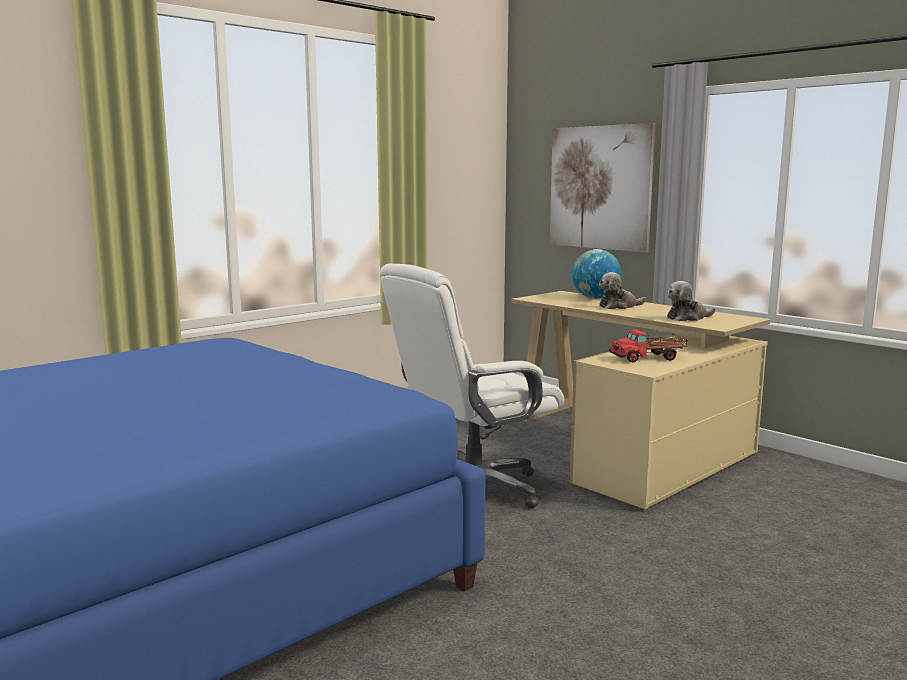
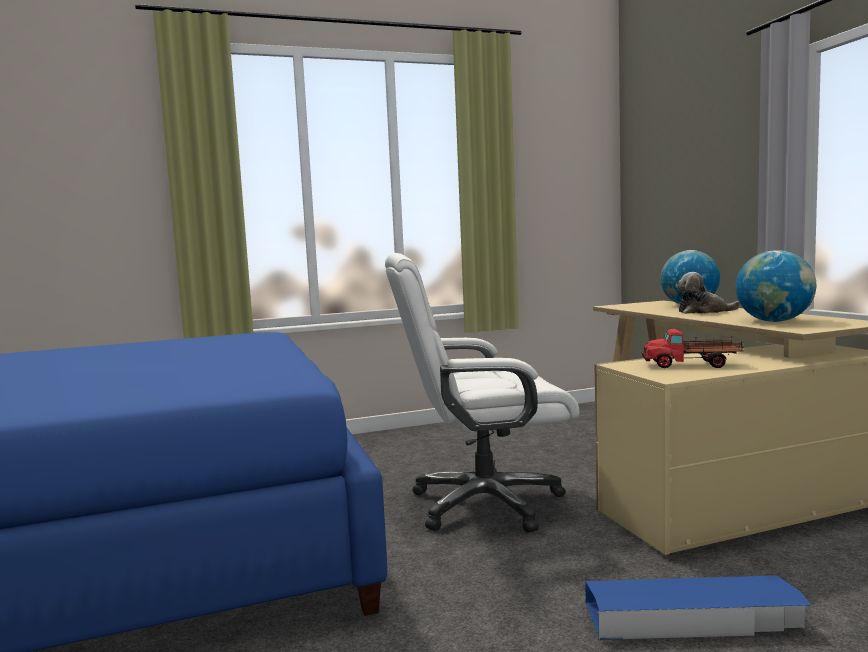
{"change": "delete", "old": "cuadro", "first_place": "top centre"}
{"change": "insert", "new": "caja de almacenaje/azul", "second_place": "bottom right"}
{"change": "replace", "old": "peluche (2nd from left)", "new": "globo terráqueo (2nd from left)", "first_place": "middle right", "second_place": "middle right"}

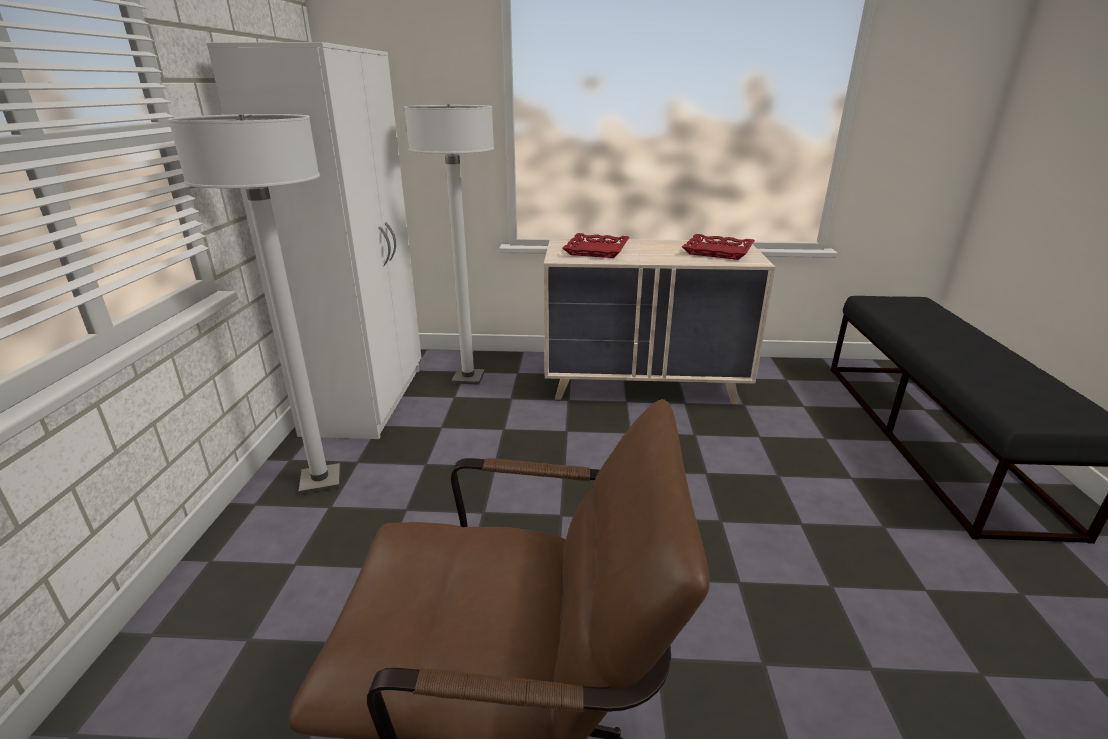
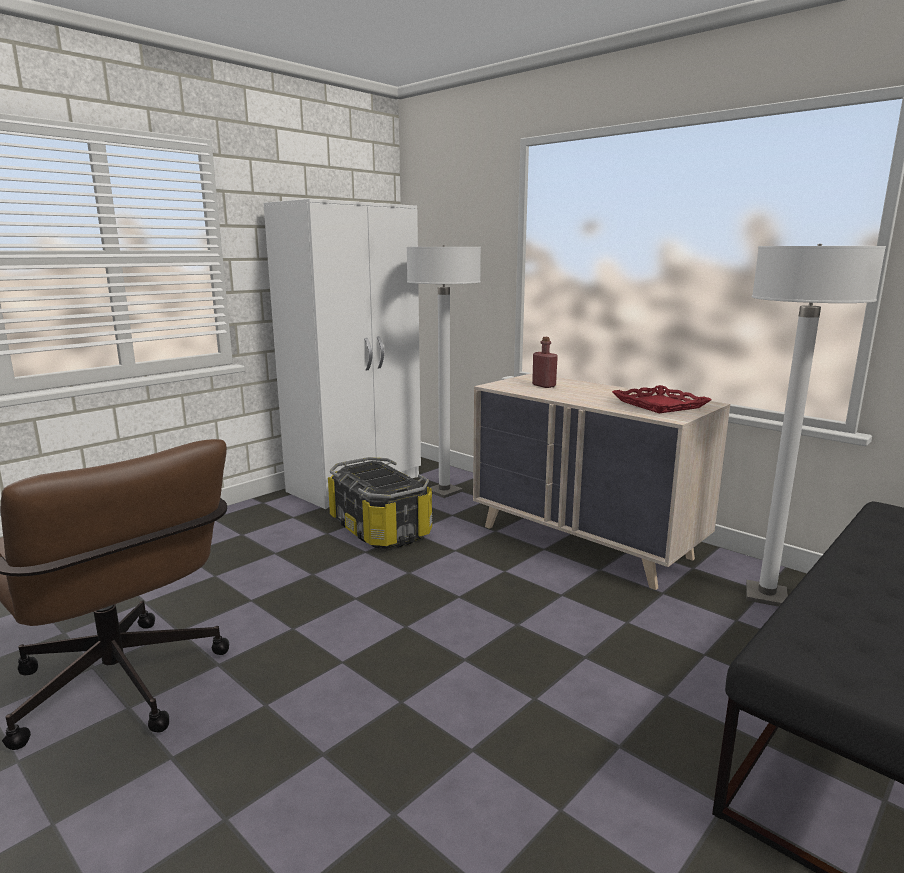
{"change": "insert", "new": "caja de almacenaje", "second_place": "centre"}
{"change": "move", "old": "lámpara de pie/blanco (1st from left in the first image)", "new": "lámpara de pie/blanco (2nd from left)", "first_place": "middle left", "second_place": "middle right"}
{"change": "replace", "old": "bandeja/rojo (1st from left)", "new": "botella/rojo", "first_place": "top centre", "second_place": "centre"}

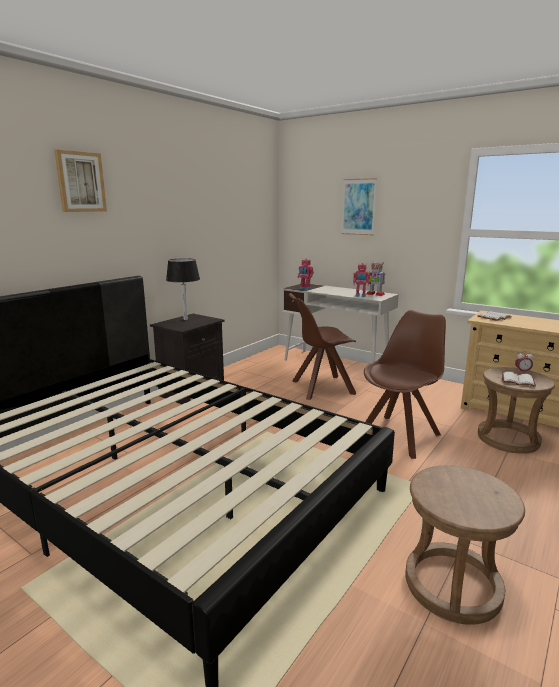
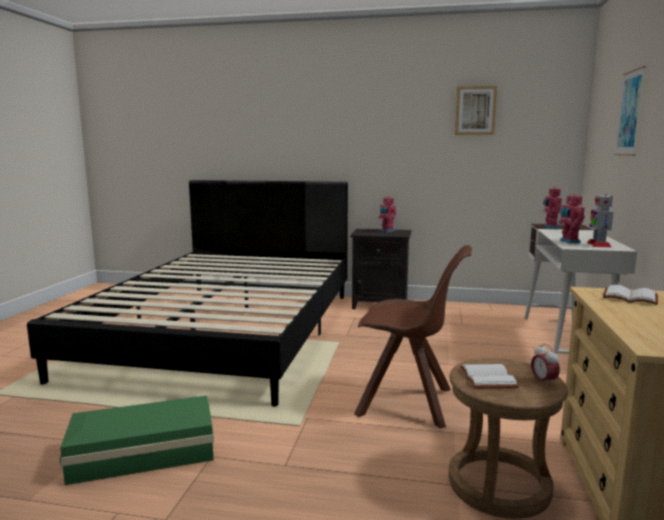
{"change": "delete", "old": "silla/marrón (1st from left)", "first_place": "centre"}
{"change": "move", "old": "cuadro (1st from left)", "first_place": "top left", "second_place": "top right"}
{"change": "replace", "old": "lámpara de mesa/negro", "new": "robot de juguete (1st from left)", "first_place": "middle left", "second_place": "centre"}
{"change": "replace", "old": "taburete/marrón (1st from left)", "new": "caja de almacenaje/verde", "first_place": "bottom right", "second_place": "bottom left"}

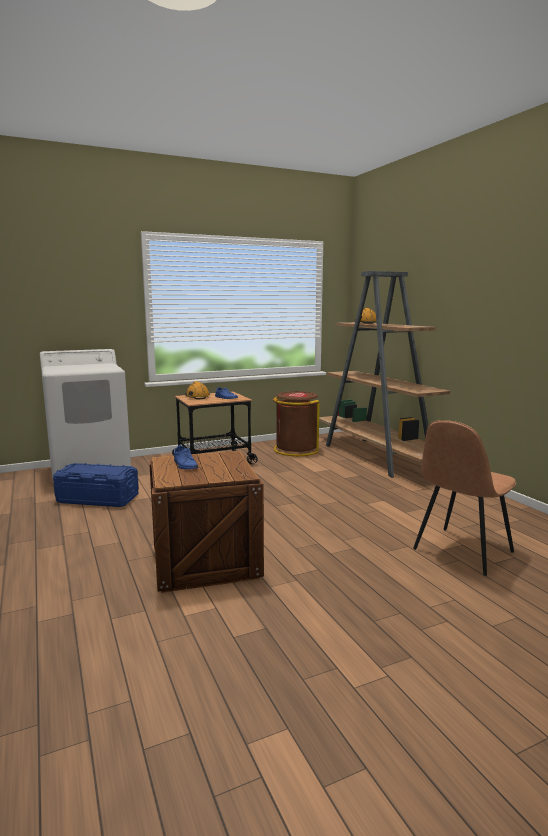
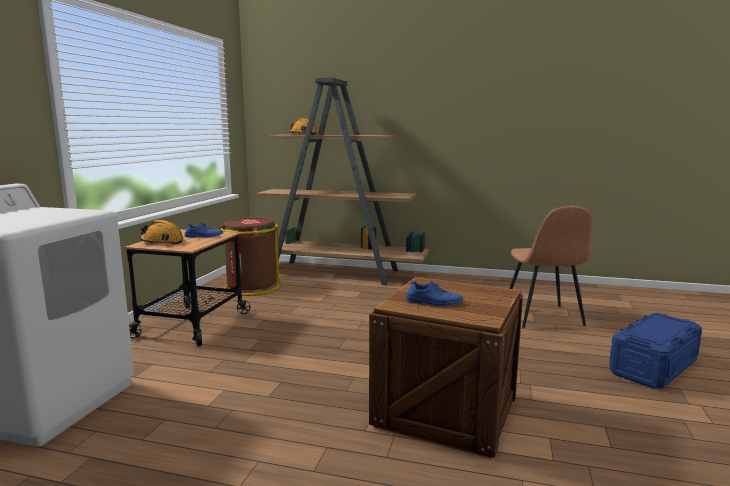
{"change": "move", "old": "caja de almacenaje/azul", "first_place": "middle left", "second_place": "bottom right"}

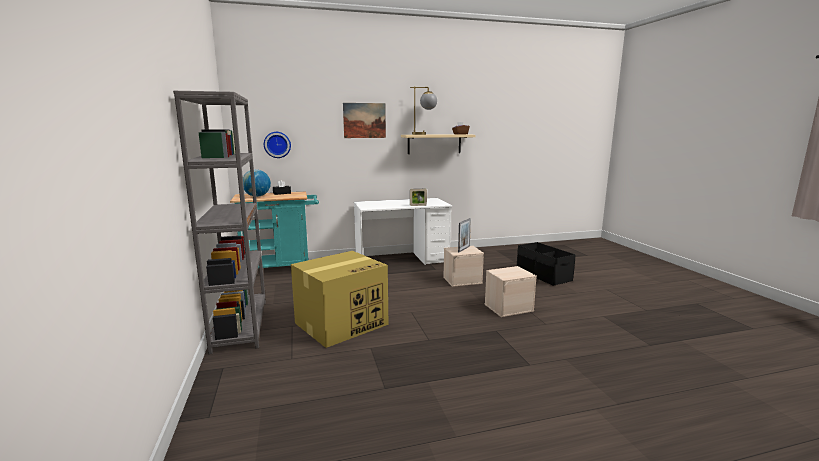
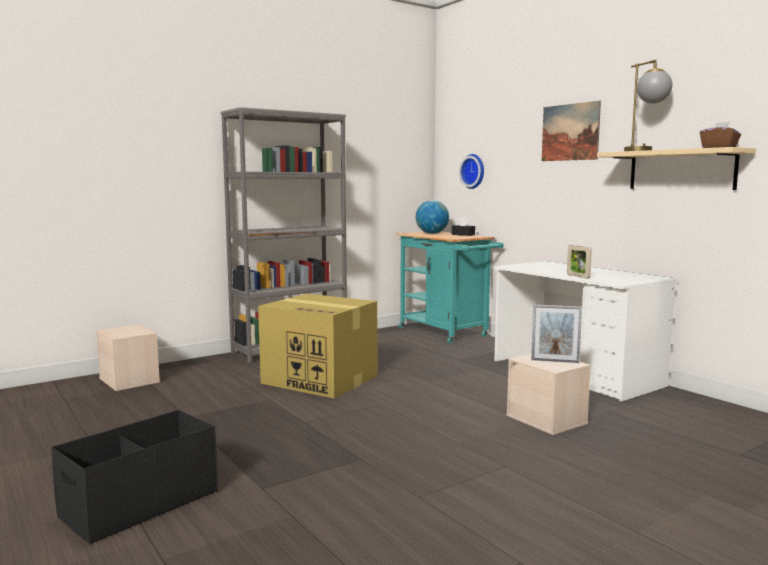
{"change": "move", "old": "caja de almacenaje/beis (2nd from left in the first image)", "new": "caja de almacenaje/beis (1st from left)", "first_place": "centre", "second_place": "middle left"}
{"change": "move", "old": "caja de almacenaje/negro", "first_place": "middle right", "second_place": "bottom left"}

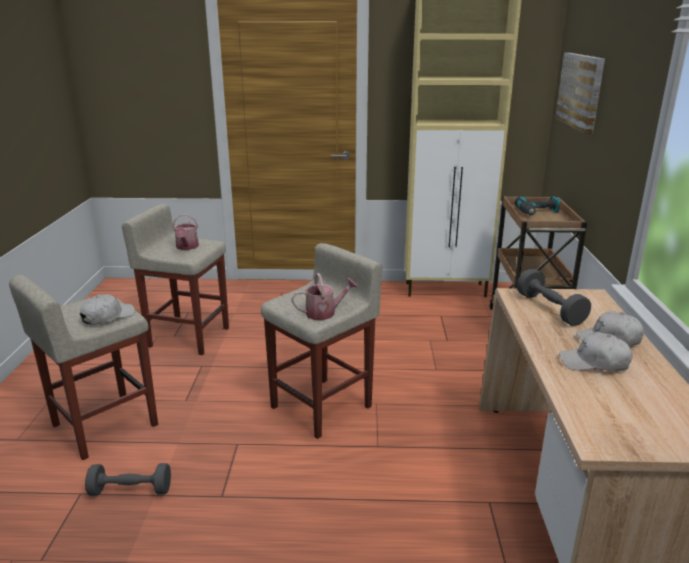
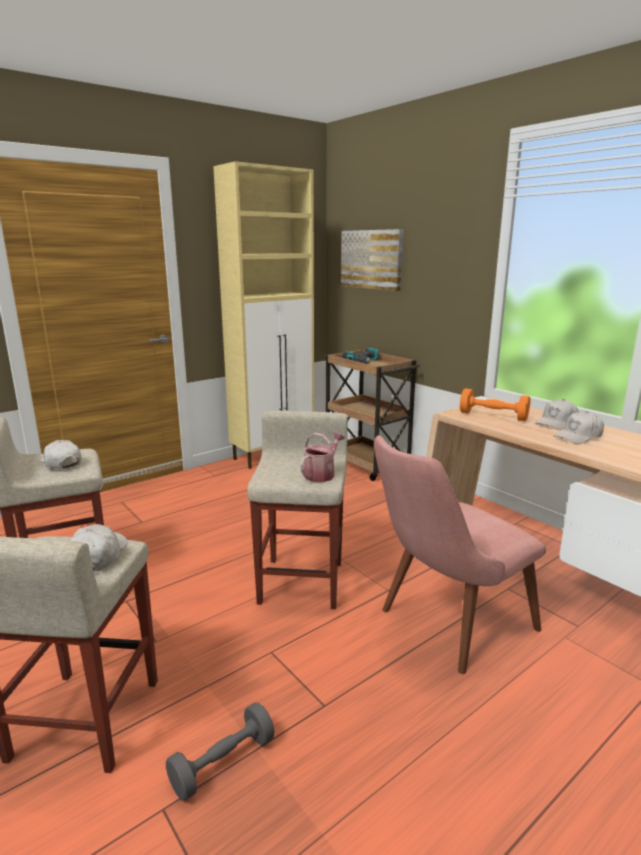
{"change": "insert", "new": "silla/rosa", "second_place": "middle right"}
{"change": "replace", "old": "regadera (1st from left)", "new": "gorra/blanco (1st from left)", "first_place": "middle left", "second_place": "middle left"}
{"change": "recolor", "old": "mancuerna/gris (2nd from left)", "new": "mancuerna/naranja", "first_place": "middle right", "second_place": "middle right"}

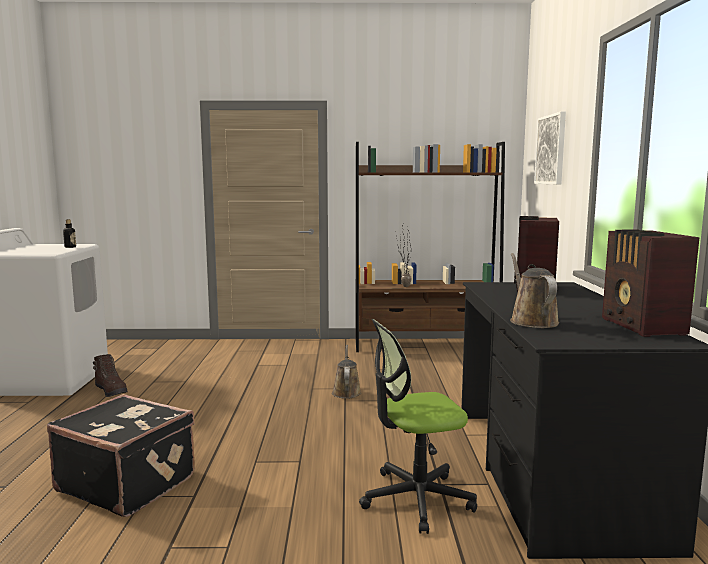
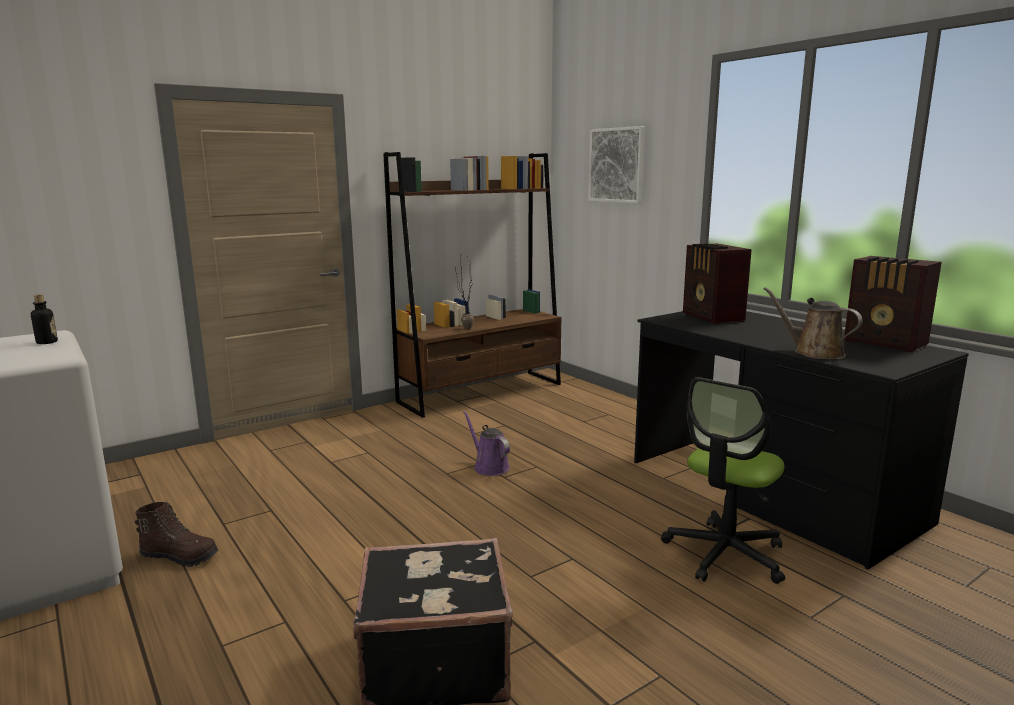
{"change": "recolor", "old": "regadera/marrón (1st from left)", "new": "regadera/morado", "first_place": "centre", "second_place": "centre"}

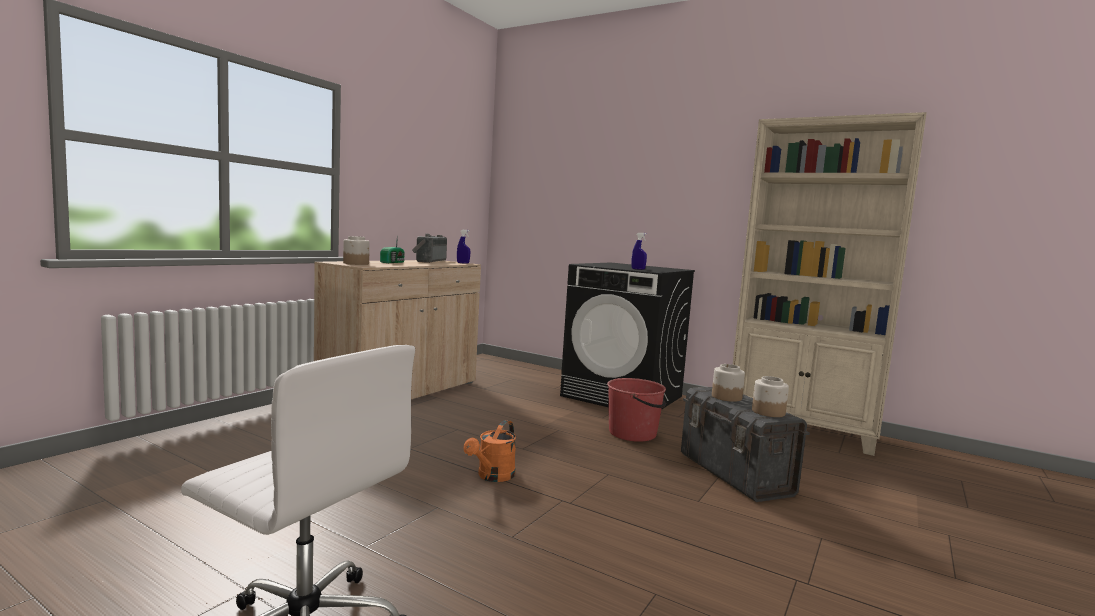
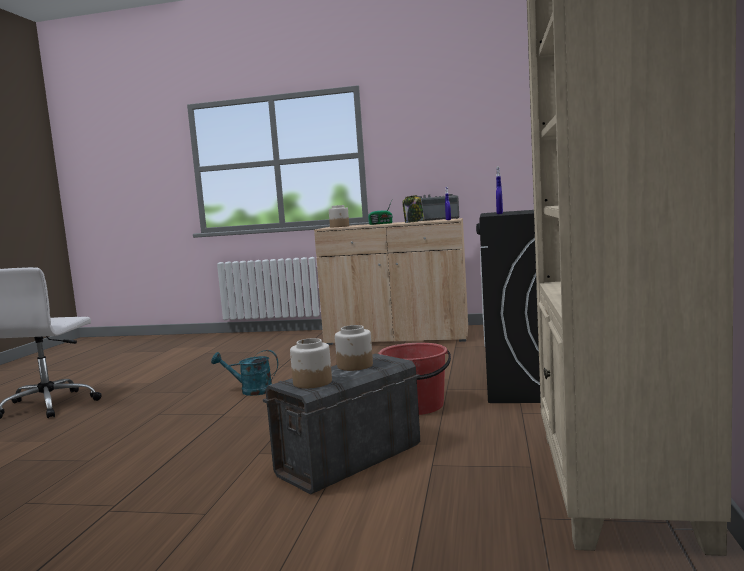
{"change": "insert", "new": "tarro (4th from left)", "second_place": "centre"}
{"change": "recolor", "old": "regadera/naranja", "new": "regadera/turquesa", "first_place": "bottom centre", "second_place": "middle left"}

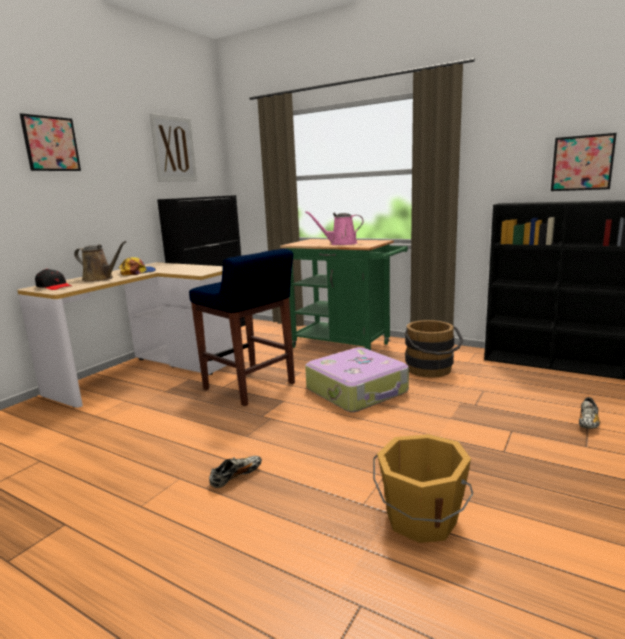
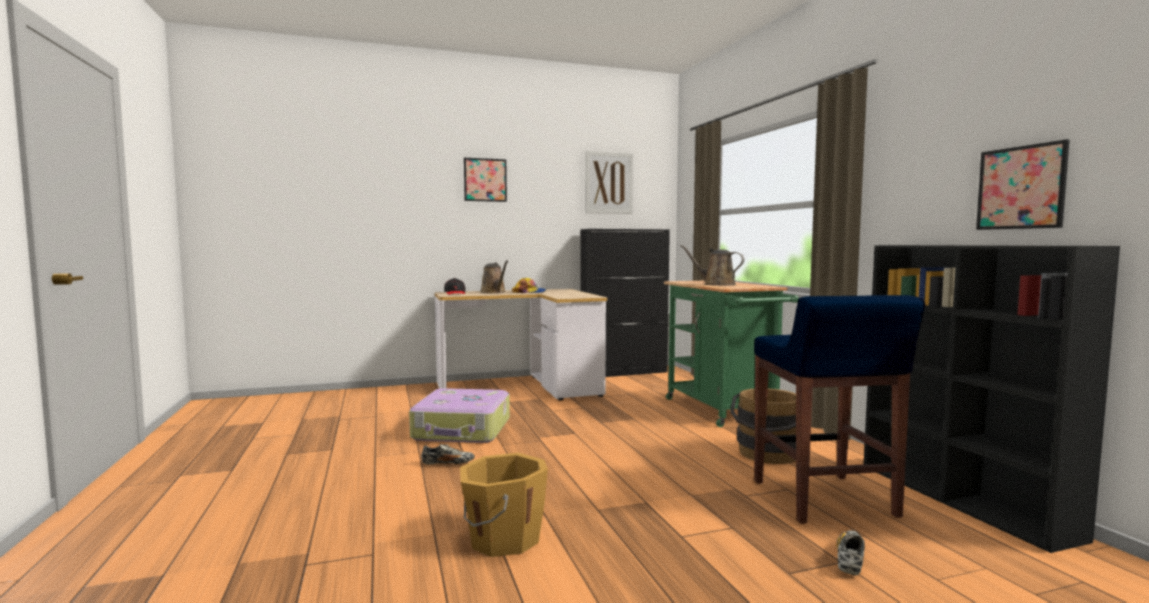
{"change": "move", "old": "taburete/azul", "first_place": "centre", "second_place": "bottom right"}
{"change": "move", "old": "maleta", "first_place": "centre", "second_place": "bottom centre"}
{"change": "recolor", "old": "regadera/rosa", "new": "regadera/marrón (2nd from left)", "first_place": "centre", "second_place": "centre"}
{"change": "rotate", "old": "zapato (2nd from left)", "first_place": "middle right", "second_place": "bottom right", "degrees": 135}

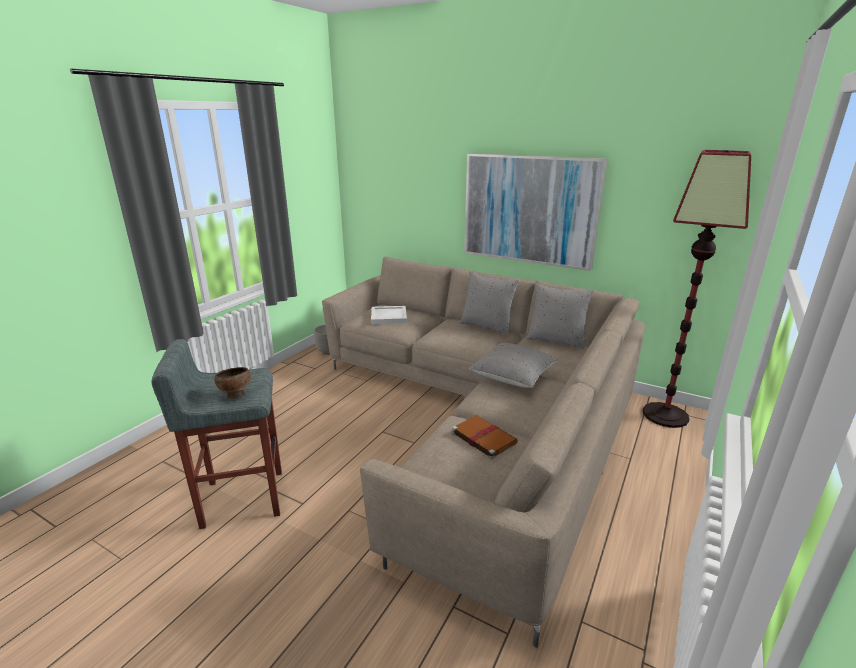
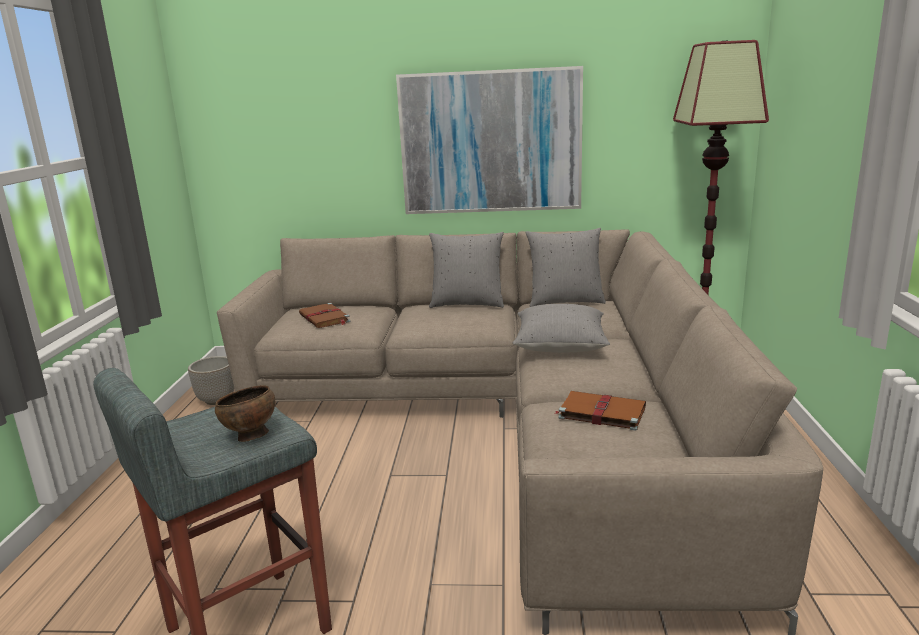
{"change": "replace", "old": "bandeja/blanco", "new": "libro/marrón (1st from left)", "first_place": "centre", "second_place": "centre"}

